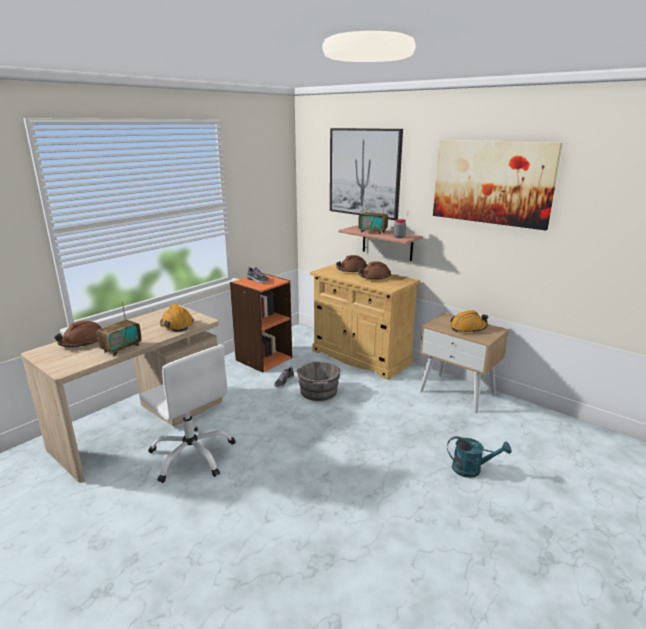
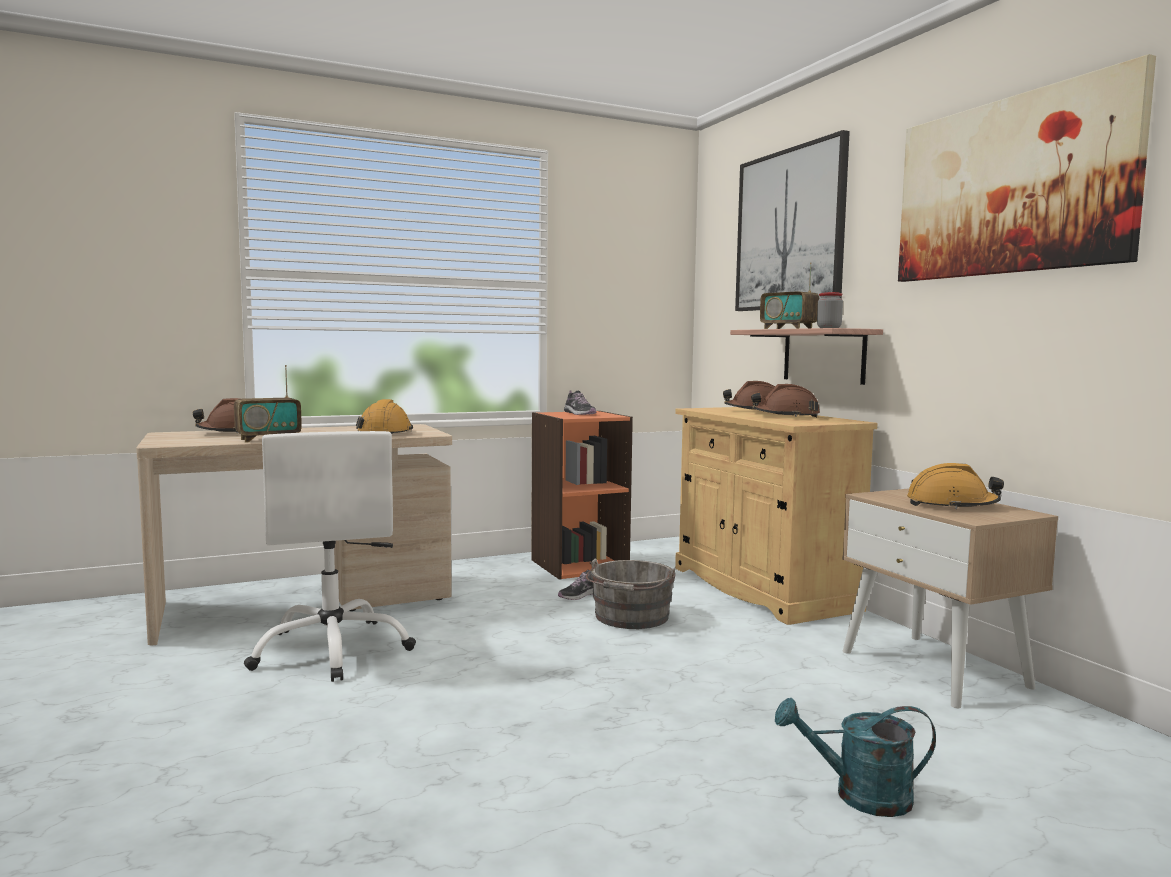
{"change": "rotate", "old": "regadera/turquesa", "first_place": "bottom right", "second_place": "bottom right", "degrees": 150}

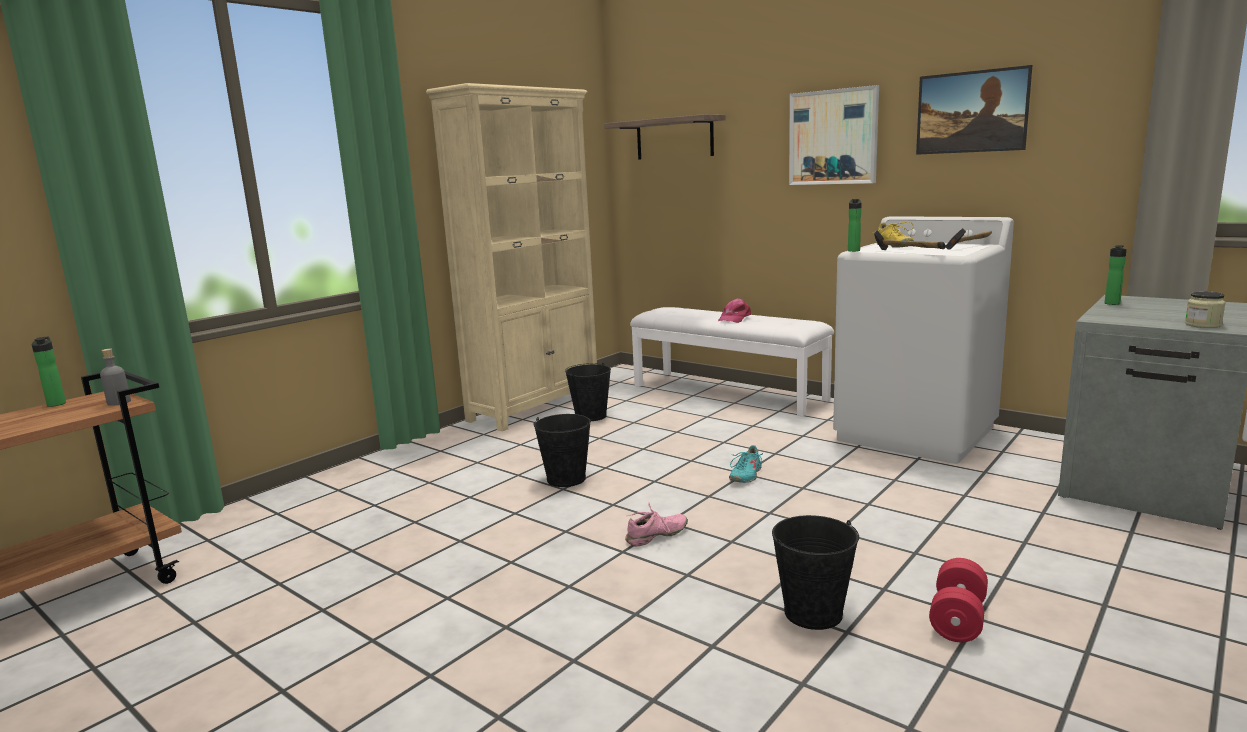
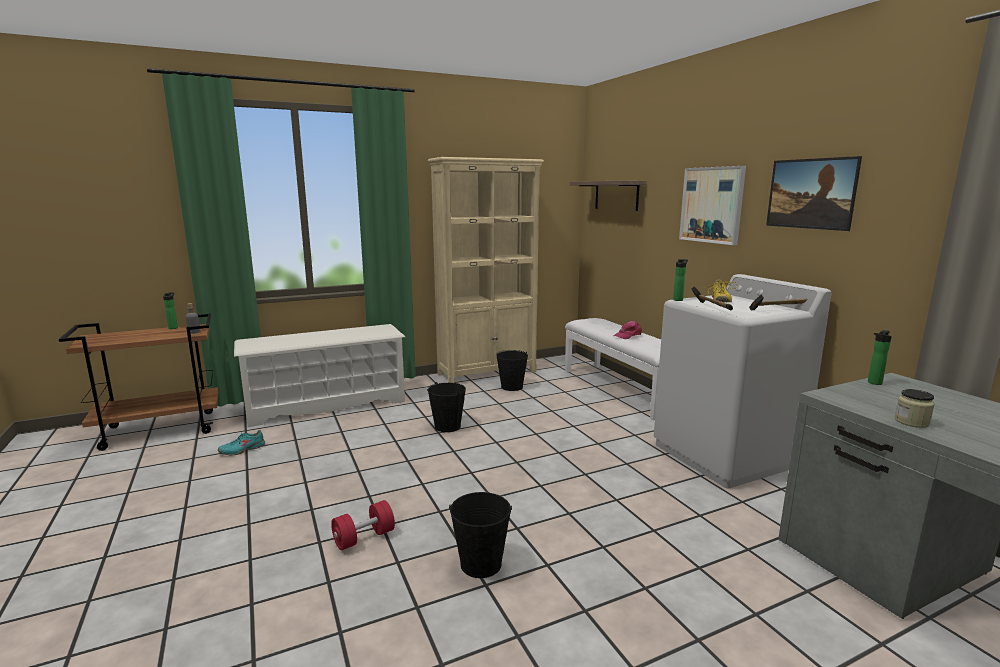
{"change": "delete", "old": "zapato/rosa", "first_place": "bottom centre"}
{"change": "insert", "new": "zapatero/blanco", "second_place": "middle left"}
{"change": "move", "old": "zapato/turquesa", "first_place": "centre", "second_place": "middle left"}
{"change": "move", "old": "mancuerna/rojo", "first_place": "bottom right", "second_place": "bottom centre"}

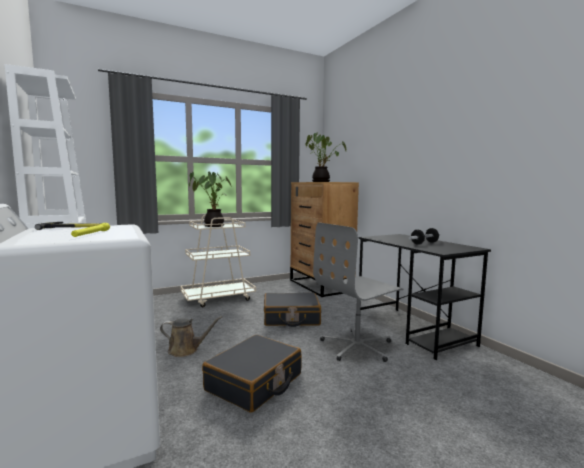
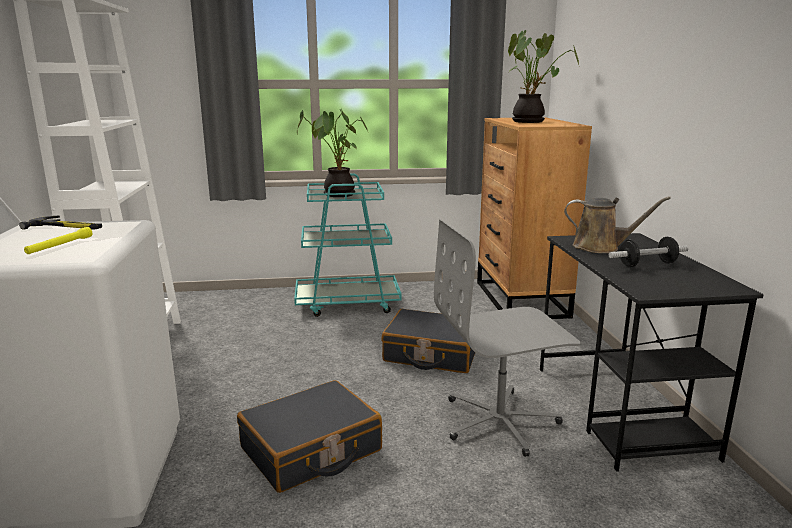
{"change": "move", "old": "regadera/marrón", "first_place": "bottom left", "second_place": "middle right"}
{"change": "recolor", "old": "carrito/beis", "new": "carrito/turquesa", "first_place": "centre", "second_place": "centre"}

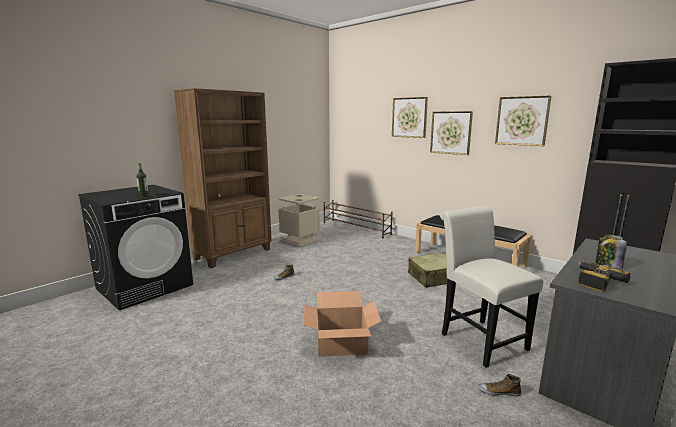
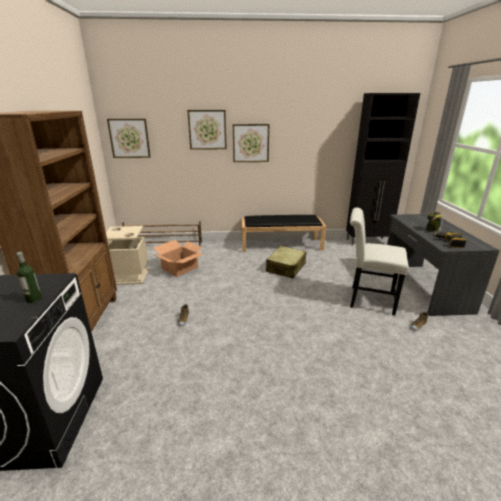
{"change": "move", "old": "caja de cartón", "first_place": "bottom centre", "second_place": "centre"}
{"change": "move", "old": "cuadro (3rd from left in the first image)", "new": "cuadro (1st from left)", "first_place": "top right", "second_place": "top left"}

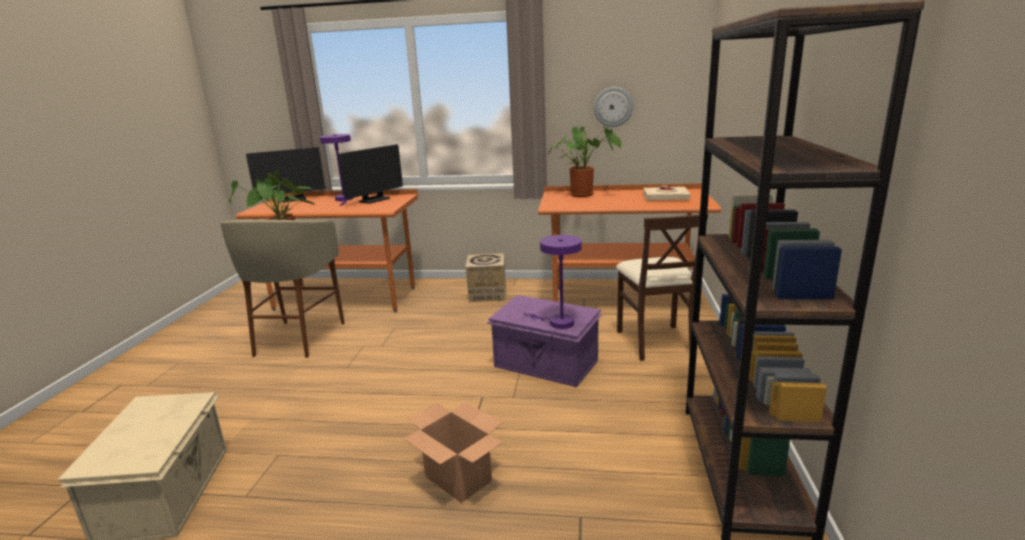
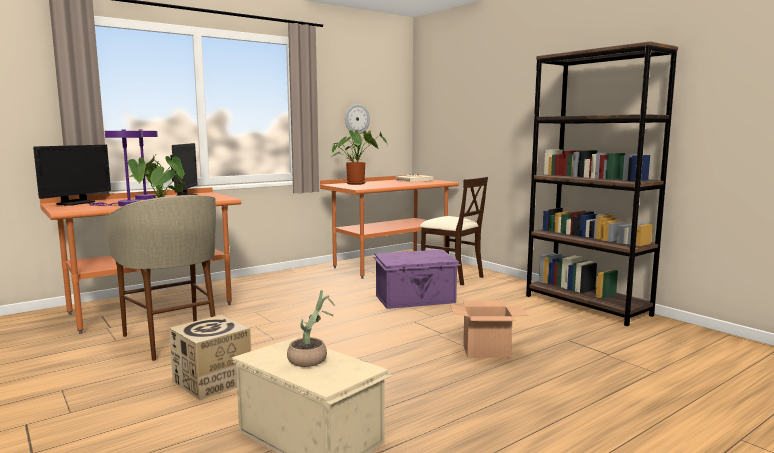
{"change": "insert", "new": "planta en maceta (2nd from left)", "second_place": "bottom centre"}
{"change": "move", "old": "caja de cartón (2nd from left in the first image)", "new": "caja de cartón (1st from left)", "first_place": "centre", "second_place": "bottom left"}
{"change": "move", "old": "lámpara de mesa/morado (2nd from left in the first image)", "new": "lámpara de mesa/morado (1st from left)", "first_place": "centre", "second_place": "middle left"}

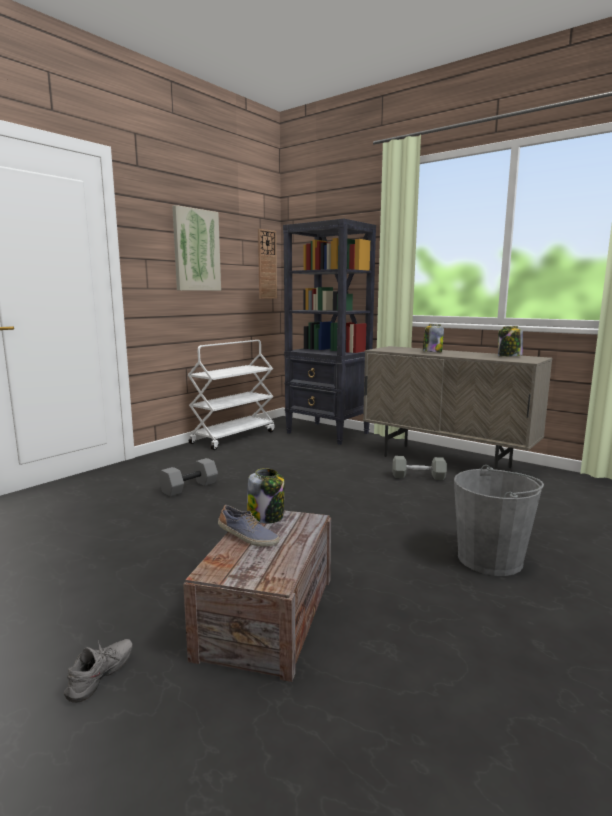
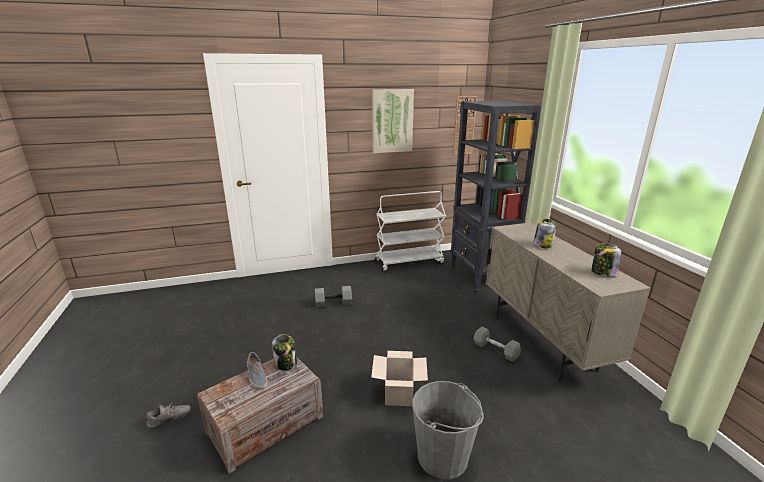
{"change": "insert", "new": "caja de cartón", "second_place": "bottom centre"}

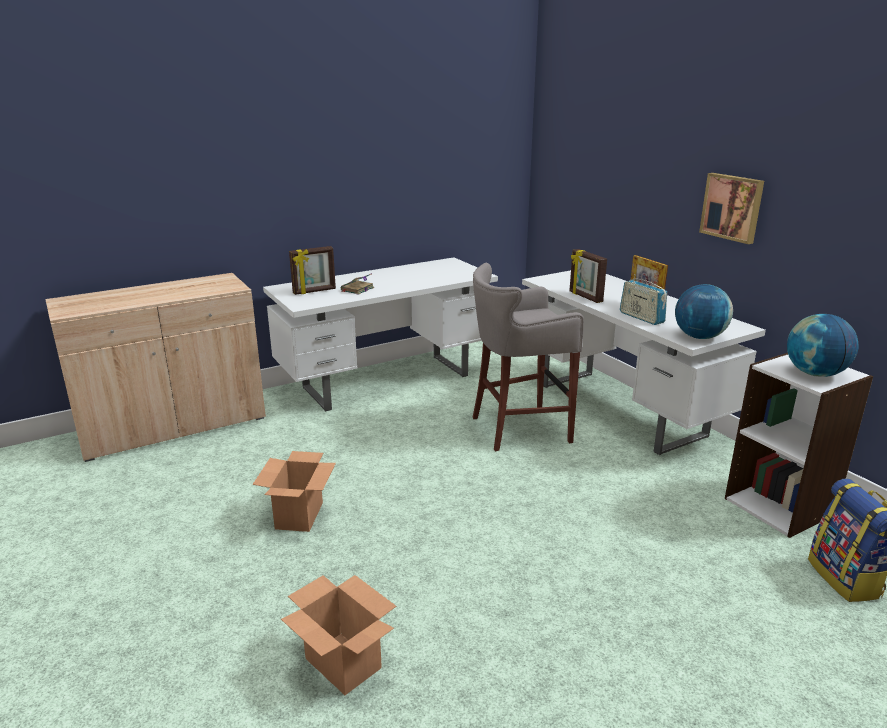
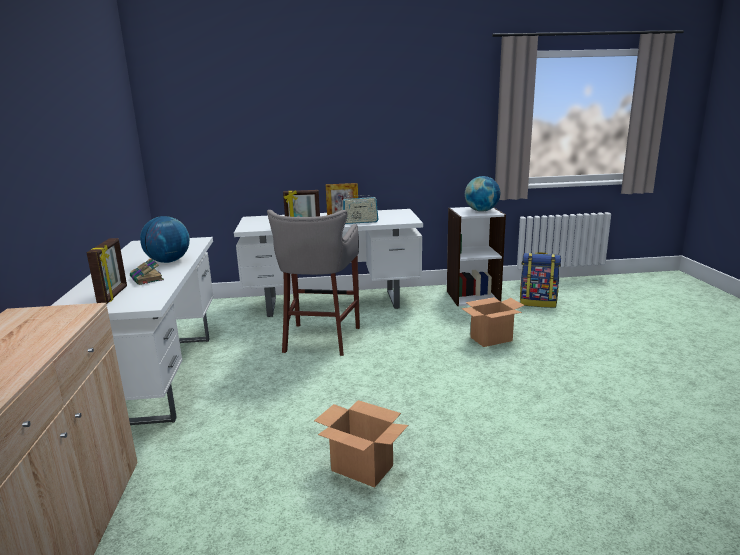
{"change": "delete", "old": "cuadro", "first_place": "top right"}
{"change": "move", "old": "caja de cartón (2nd from left)", "first_place": "bottom centre", "second_place": "centre"}
{"change": "move", "old": "globo terráqueo (1st from left)", "first_place": "middle right", "second_place": "middle left"}

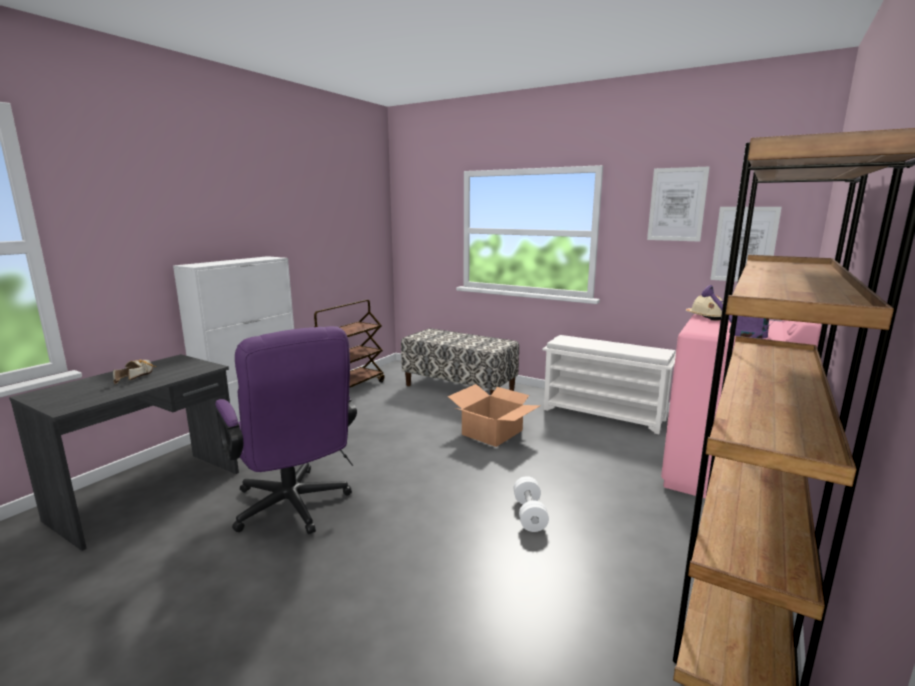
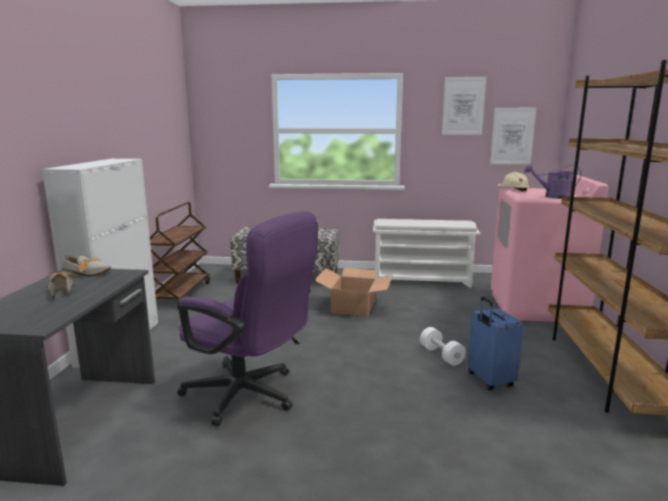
{"change": "insert", "new": "zapato (2nd from left)", "second_place": "middle left"}
{"change": "insert", "new": "maleta/azul", "second_place": "bottom right"}

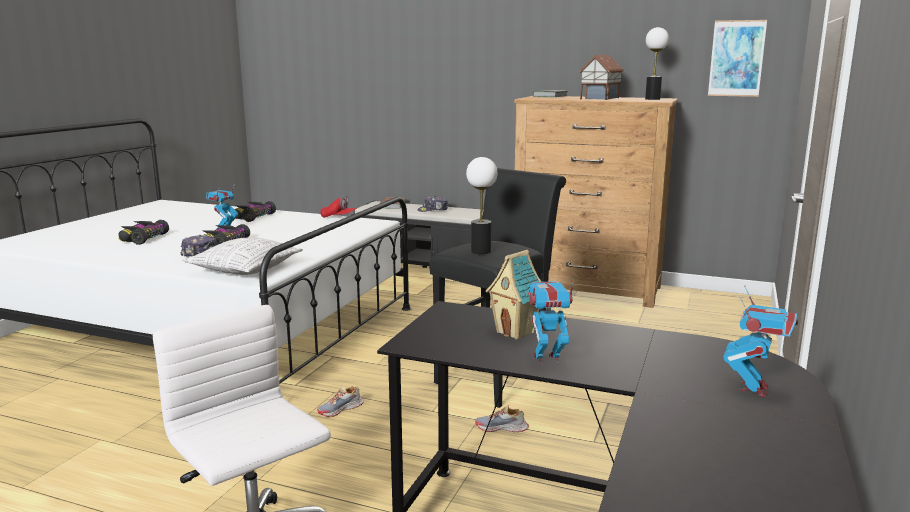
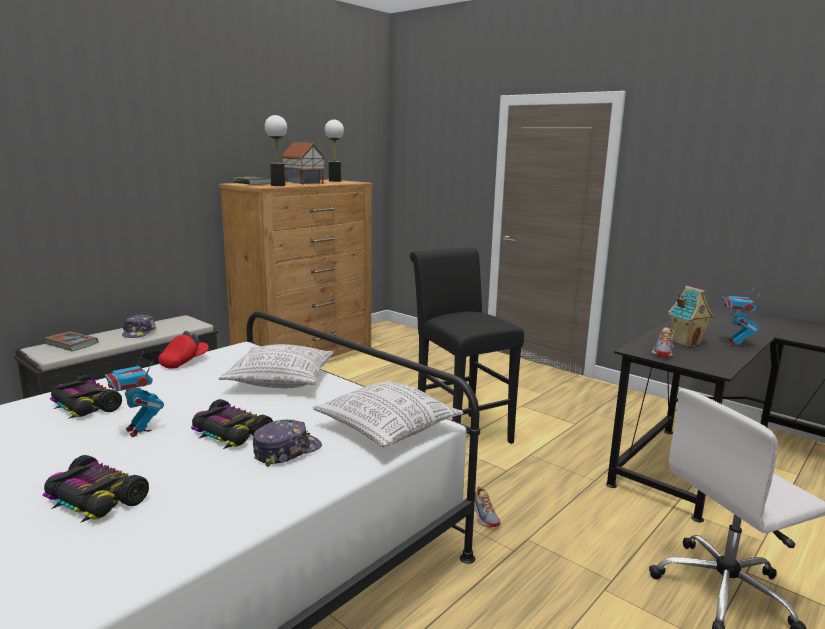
{"change": "delete", "old": "cuadro", "first_place": "top right"}
{"change": "delete", "old": "robot de juguete (3rd from left)", "first_place": "middle right"}
{"change": "insert", "new": "cojín (1st from left)", "second_place": "centre"}
{"change": "move", "old": "lámpara de mesa (1st from left)", "first_place": "centre", "second_place": "top centre"}
{"change": "move", "old": "zapato (2nd from left)", "first_place": "bottom centre", "second_place": "middle right"}

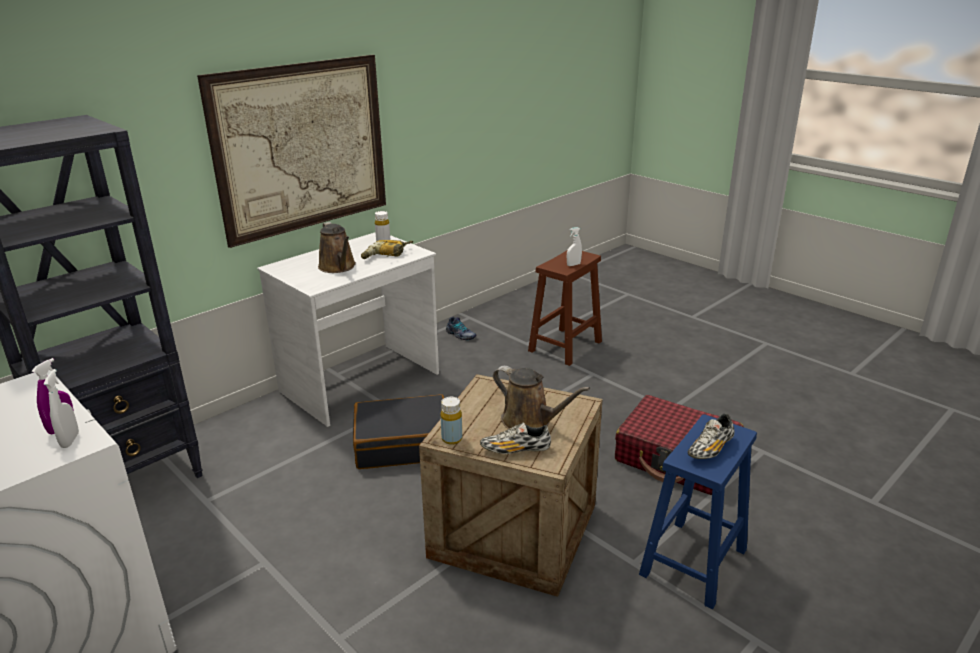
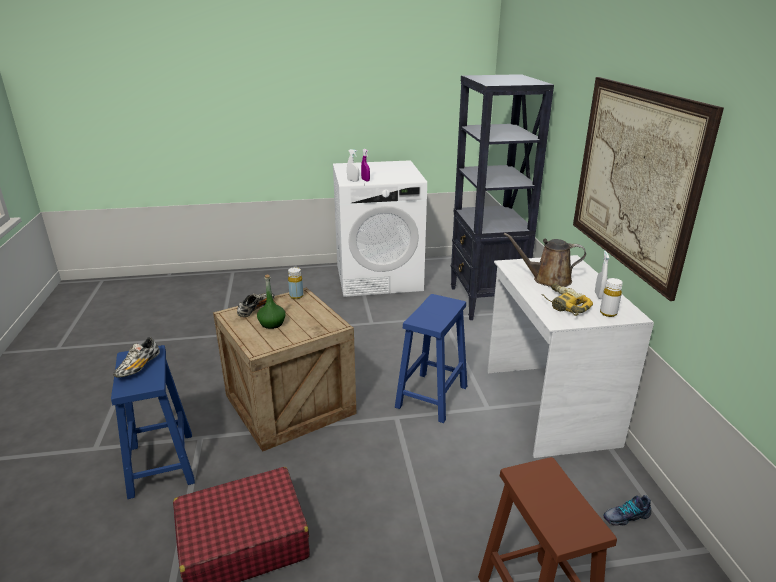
{"change": "move", "old": "pulverizador/blanco (2nd from left)", "first_place": "centre", "second_place": "middle right"}
{"change": "replace", "old": "maleta/negro", "new": "taburete/azul (2nd from left)", "first_place": "centre", "second_place": "centre"}
{"change": "replace", "old": "regadera/marrón (2nd from left)", "new": "botella/verde", "first_place": "centre", "second_place": "centre"}
{"change": "rotate", "old": "zapato (3rd from left in the first image)", "first_place": "bottom right", "second_place": "middle left", "degrees": -150}

